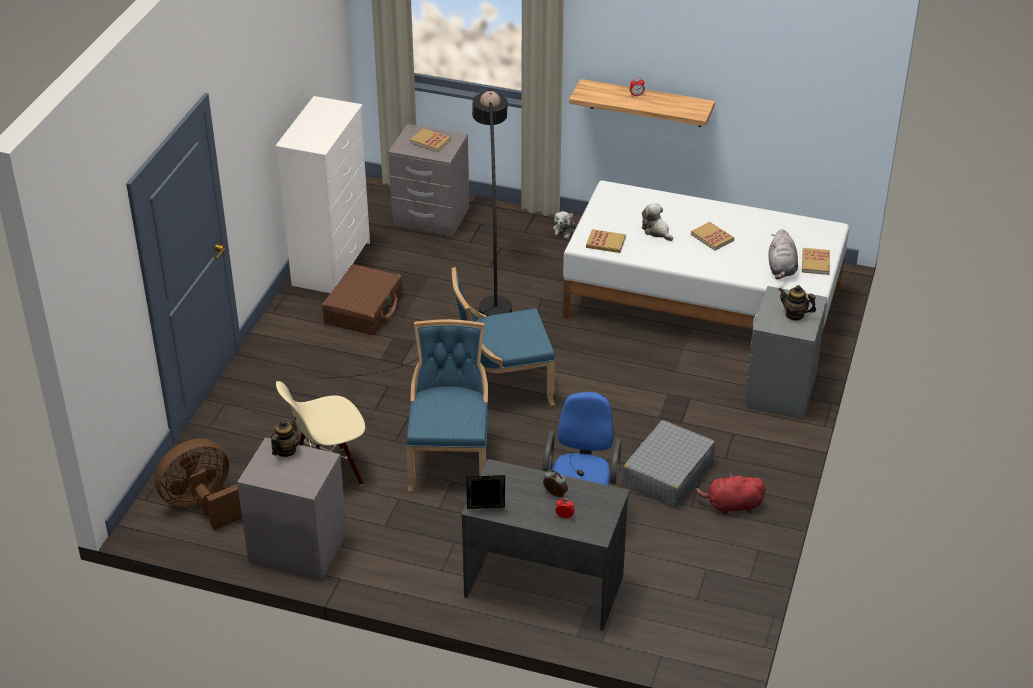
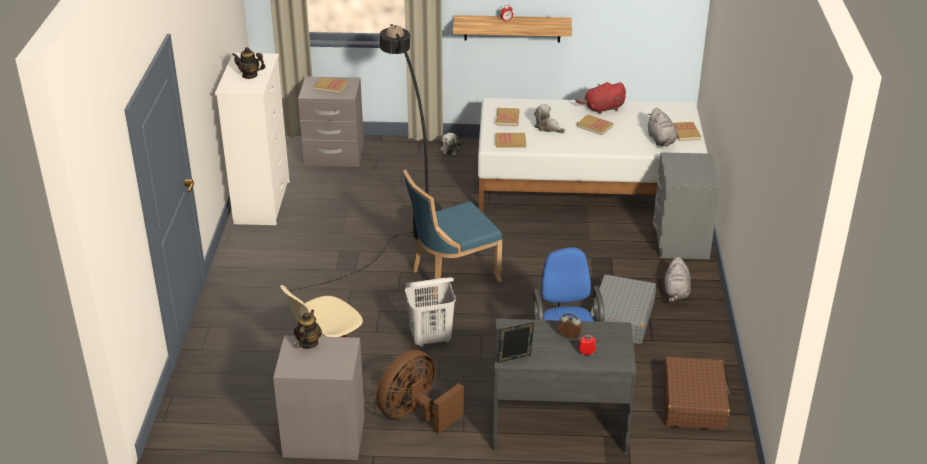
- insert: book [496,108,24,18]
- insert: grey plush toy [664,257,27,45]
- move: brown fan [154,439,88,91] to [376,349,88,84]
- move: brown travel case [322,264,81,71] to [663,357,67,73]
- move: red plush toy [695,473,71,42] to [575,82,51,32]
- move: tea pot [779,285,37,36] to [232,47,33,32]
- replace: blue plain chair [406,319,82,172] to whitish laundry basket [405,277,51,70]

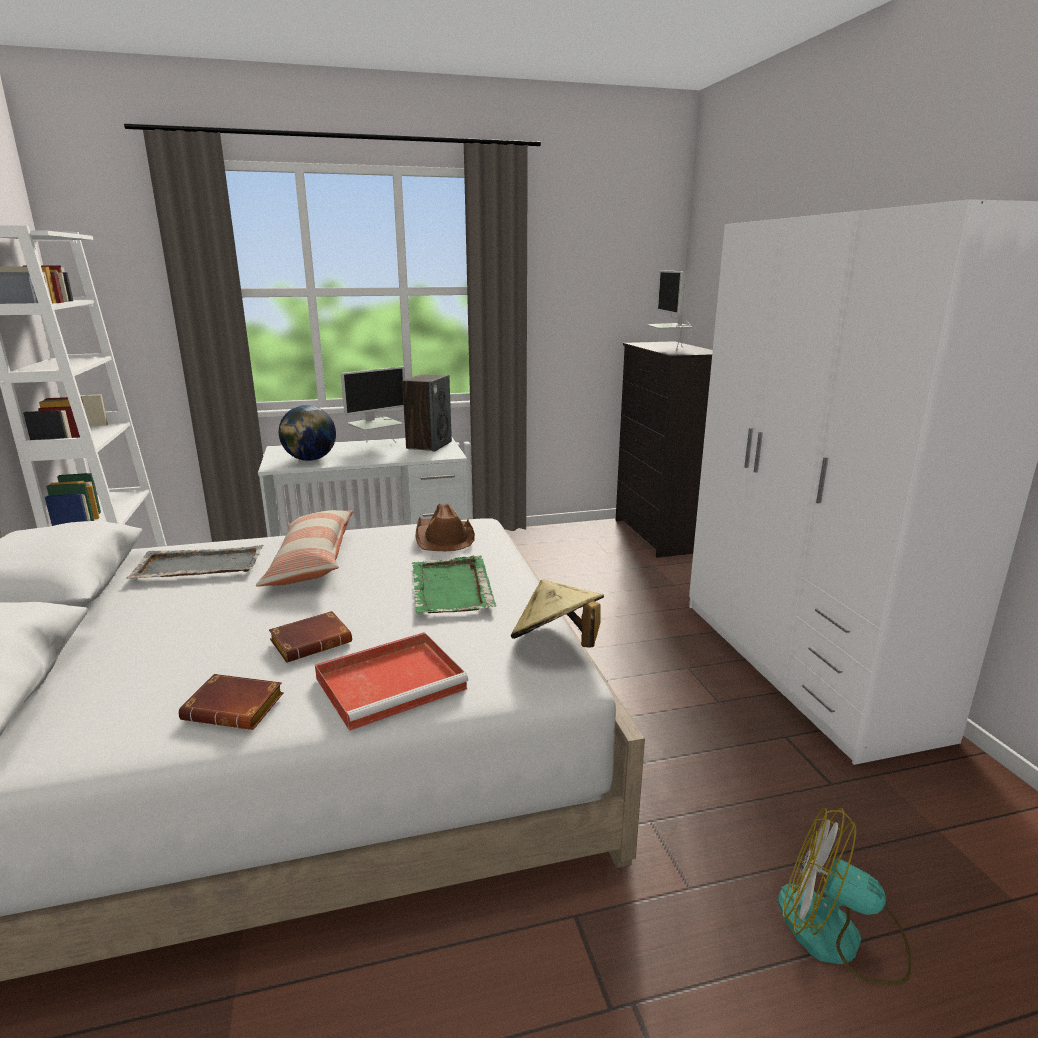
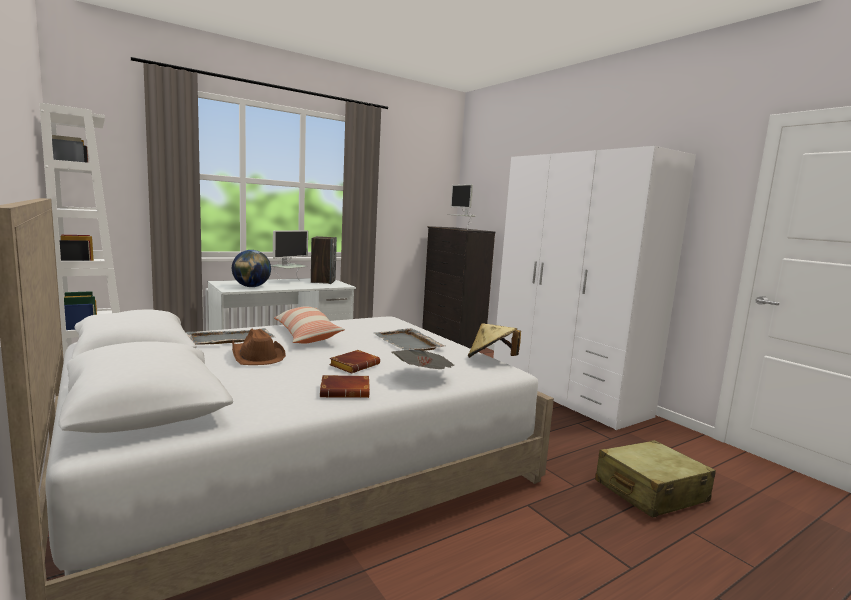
- move: brown clothing hat [415,504,60,47] to [232,329,54,36]
- replace: red tray [315,632,154,99] to newspaper [391,350,63,19]
- replace: fan [778,808,134,177] to sand-coloured travel case [595,440,121,78]
- recolor: greenish tray [412,555,84,58] to grey tray [375,328,70,23]

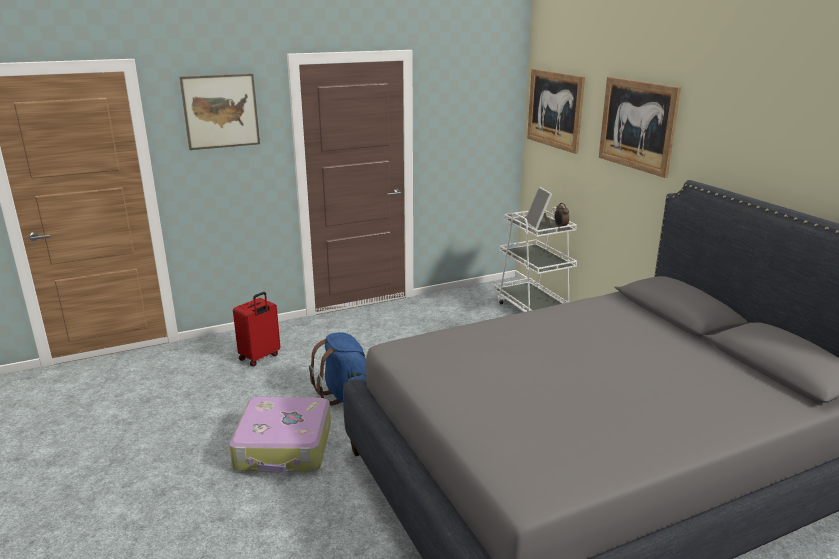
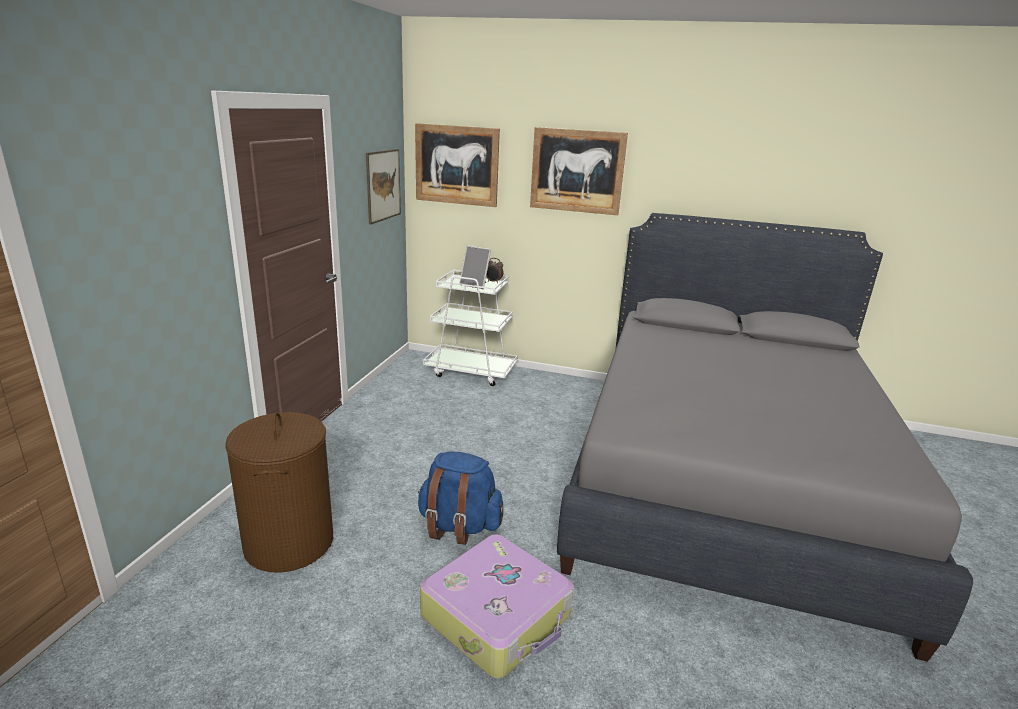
- move: wall art [180,74,80,76] to [366,149,35,76]
- replace: red travel case [233,292,47,74] to brown laundry basket [225,412,108,160]

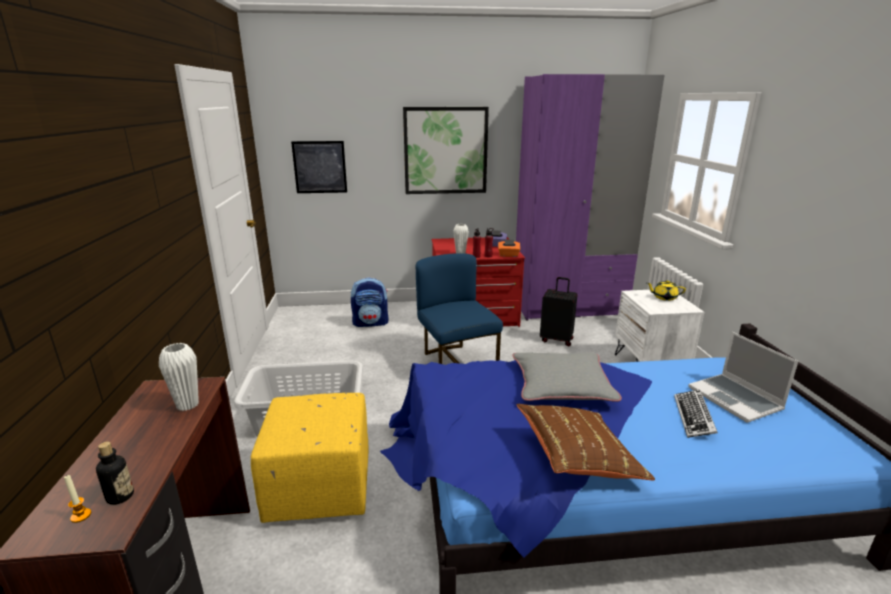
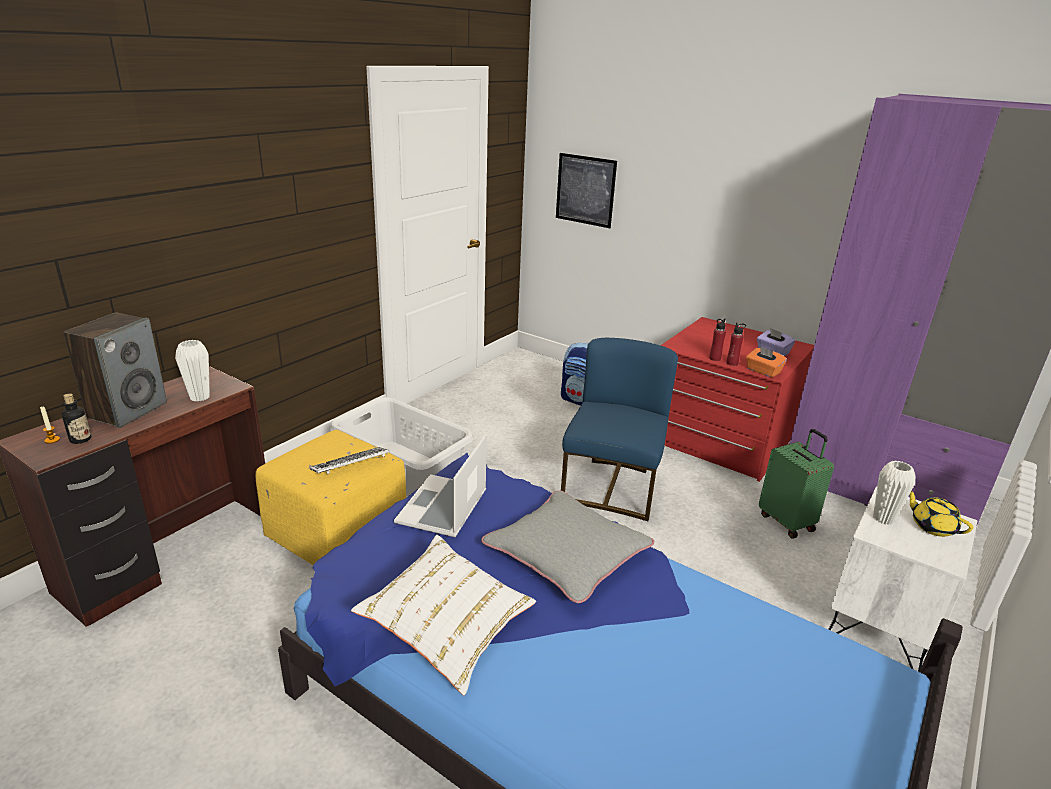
- delete: wall art [403,107,86,87]
- insert: audio speaker [63,312,104,116]
- move: whitish vase [453,224,16,29] to [873,460,42,65]
- move: PC keyboard [674,390,44,48] to [310,447,80,27]
- move: notebook computer [688,332,110,91] to [394,434,93,103]
- recolor: brown throw pillow [517,404,138,76] to whitish throw pillow [351,535,185,160]
- recolor: black travel case [540,277,37,69] to greenish travel case [759,429,75,110]

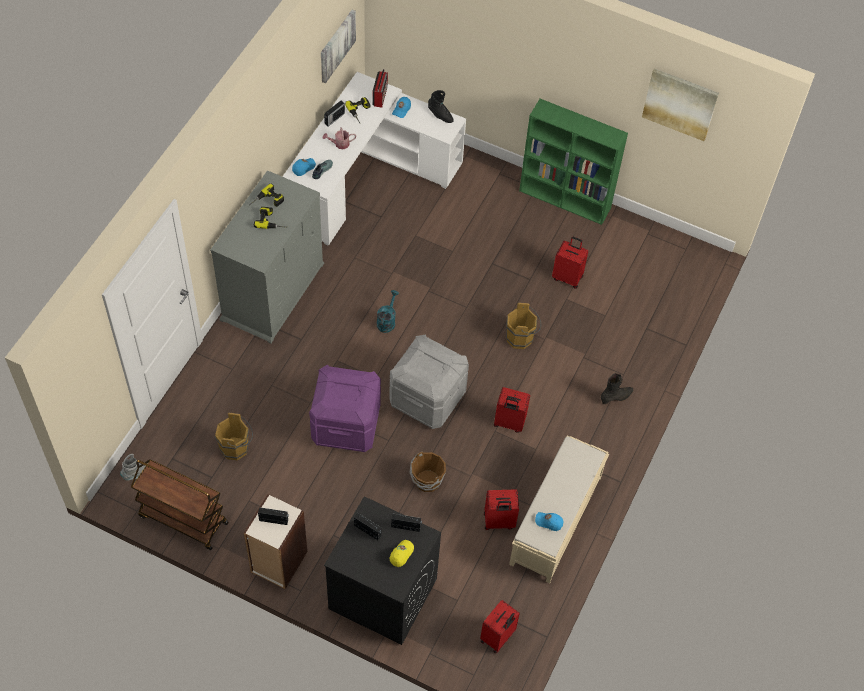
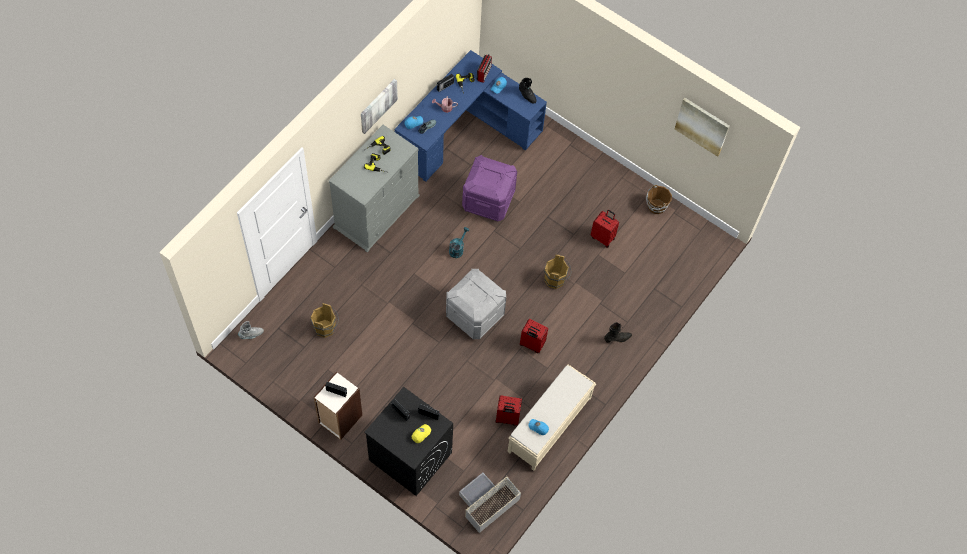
- delete: brown wheeled cart [131,459,98,91]
- delete: greenish bookshelf [519,99,109,126]
- move: purple-coloured storage bin [309,365,72,87] to [462,155,55,67]
- move: wall art [321,10,35,74] to [361,79,37,55]
- move: brown bucket [410,452,36,40] to [646,185,26,29]
- replace: red travel case [480,600,40,54] to grey storage bin [459,473,62,60]
- recolor: whitish desk table [282,72,184,174] to blue desk table [394,50,153,132]

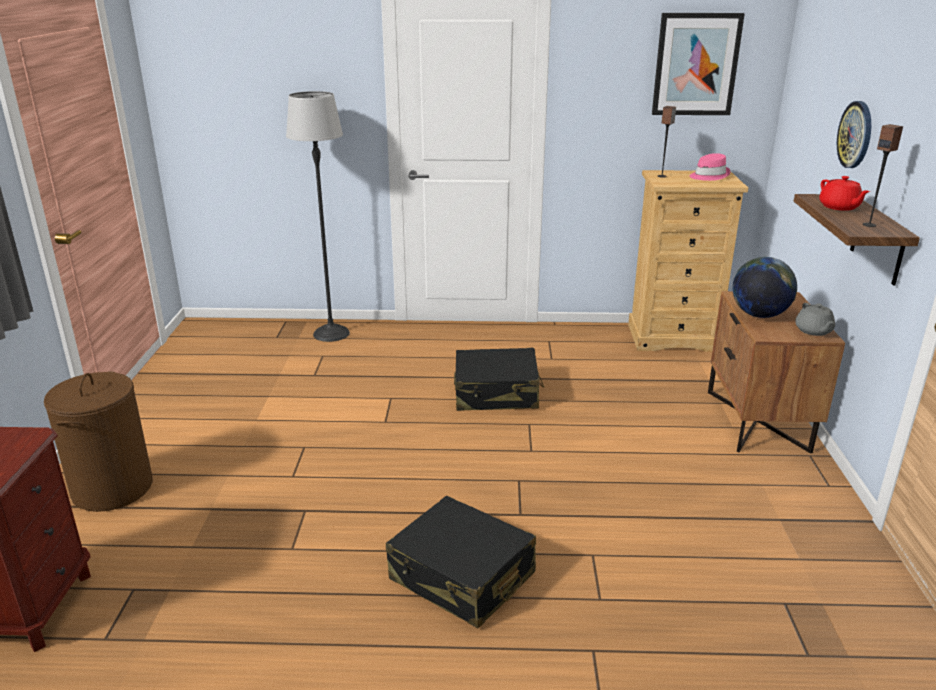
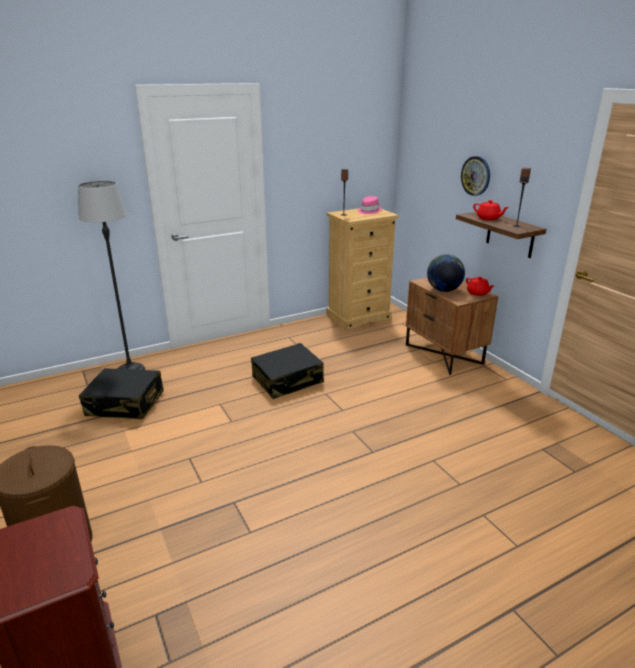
- delete: wall art [652,13,93,102]
- move: black travel case [386,495,150,133] to [79,368,85,51]
- recolor: grey tea pot [795,303,40,33] to red tea pot [466,277,28,19]

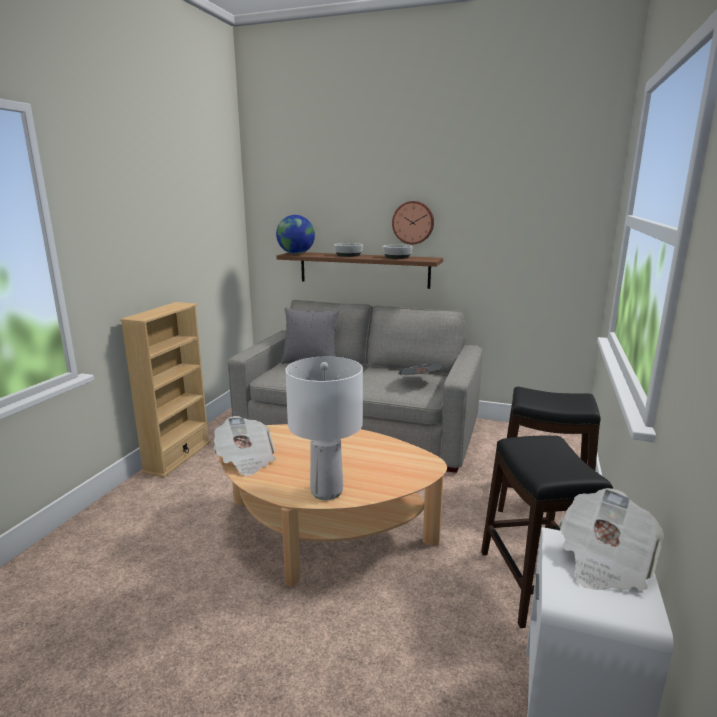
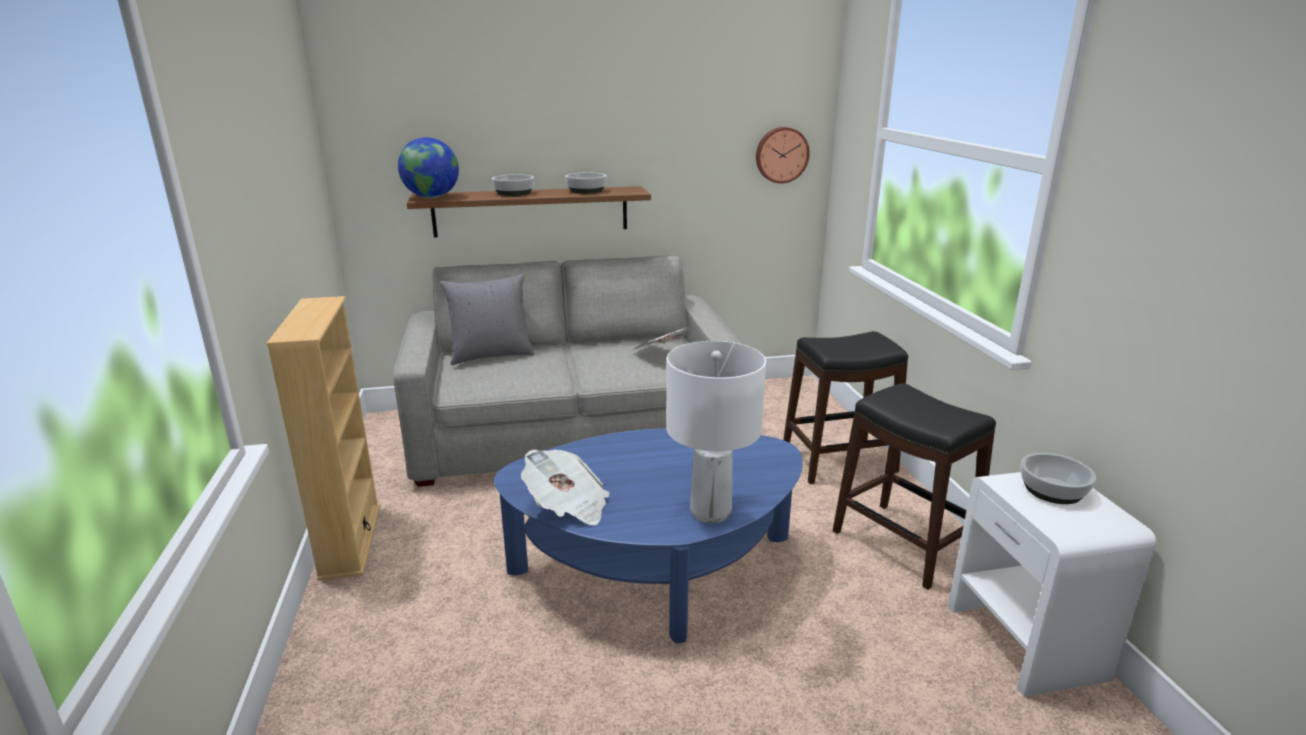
- move: hanging clock [392,201,42,43] to [756,127,54,57]
- replace: newspaper [559,488,105,103] to bowl [1020,453,76,51]
- recolor: sand-coloured coffee table [218,424,229,163] to blue coffee table [494,428,309,216]

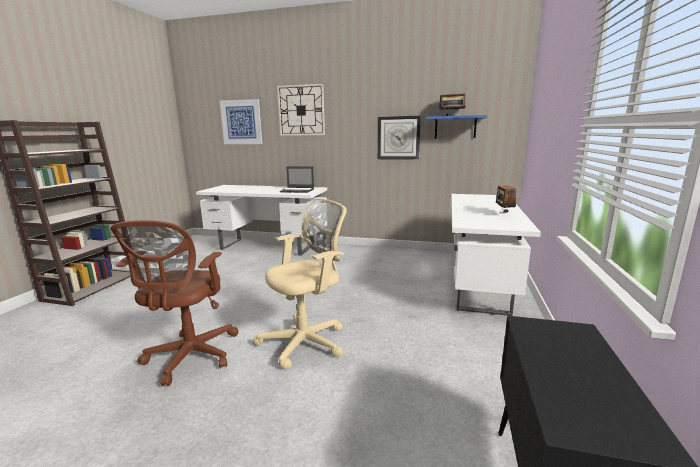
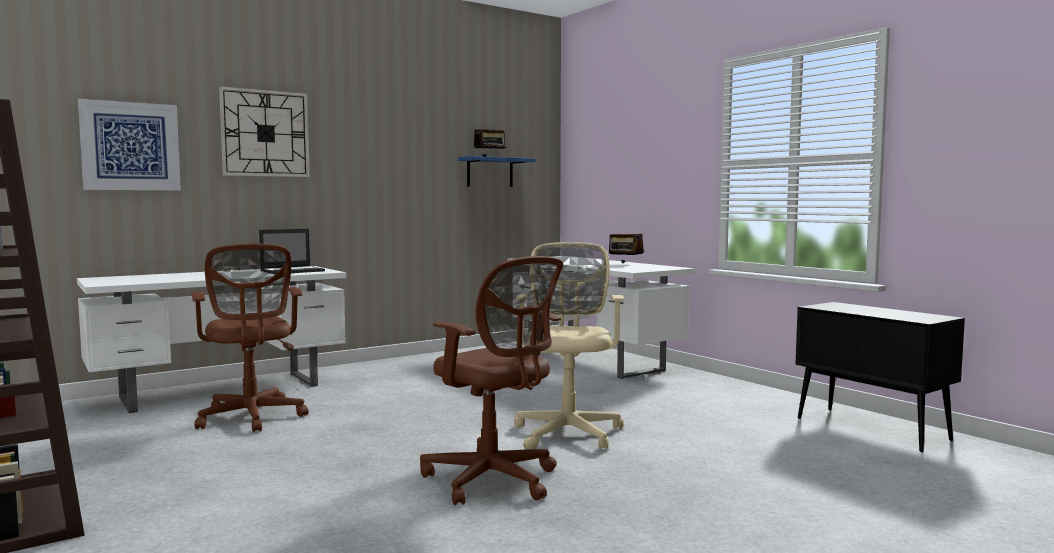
- delete: hanging clock [378,116,43,44]
- insert: brown computer chair [191,244,117,188]

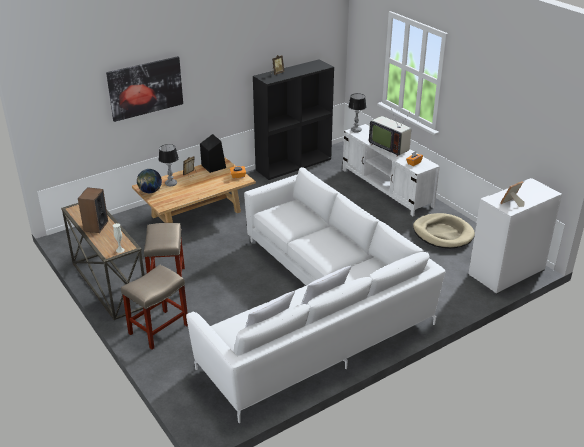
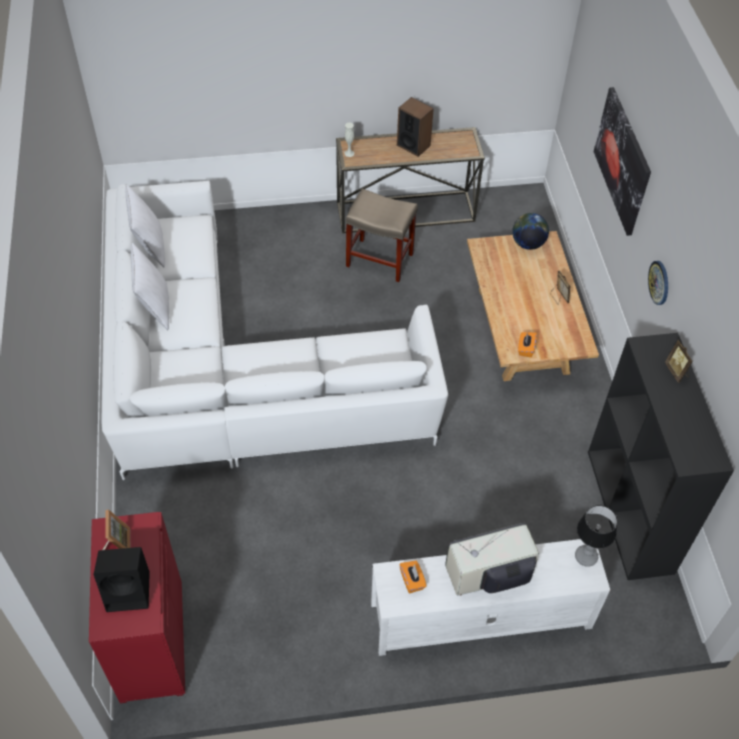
- delete: sand-coloured stool seat [121,265,67,85]
- delete: lamp for a table [158,144,21,42]
- delete: sand-coloured pet bed [413,213,62,36]
- insert: hanging clock [648,261,20,44]
- move: black audio speaker [200,134,26,39] to [93,547,57,65]
- recolor: whitish cupboard [468,178,94,117] to red cupboard [89,512,96,191]

